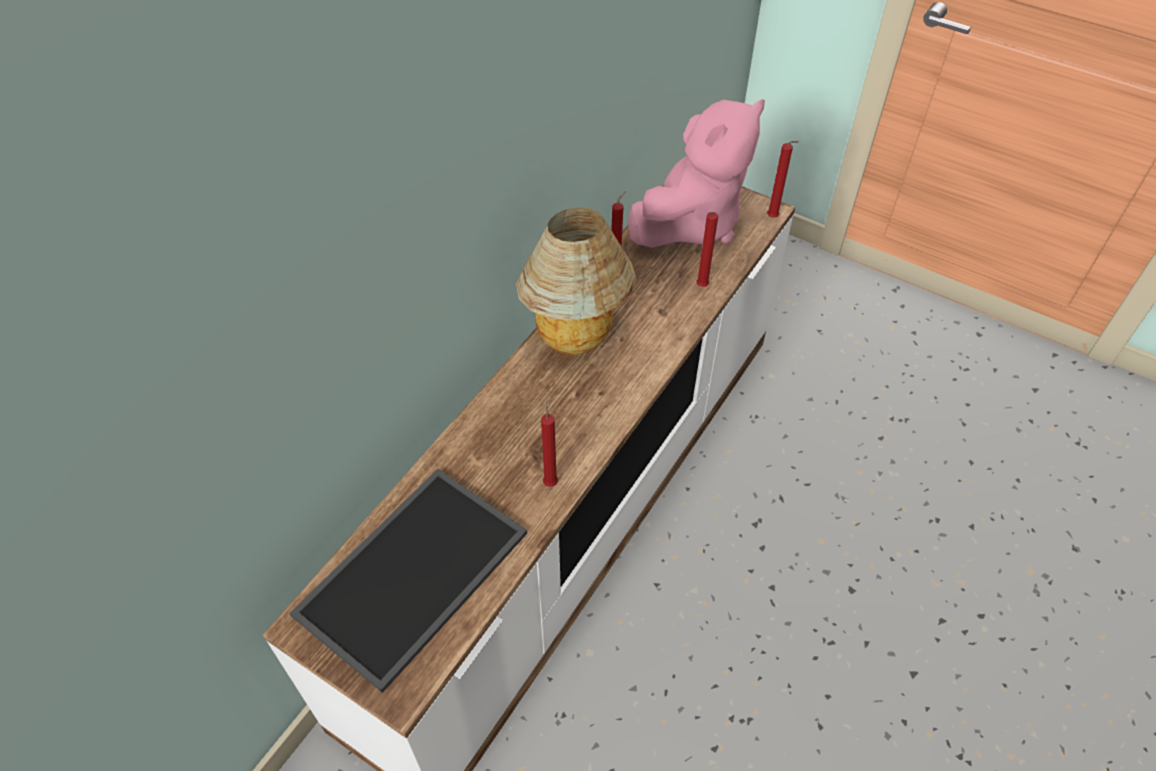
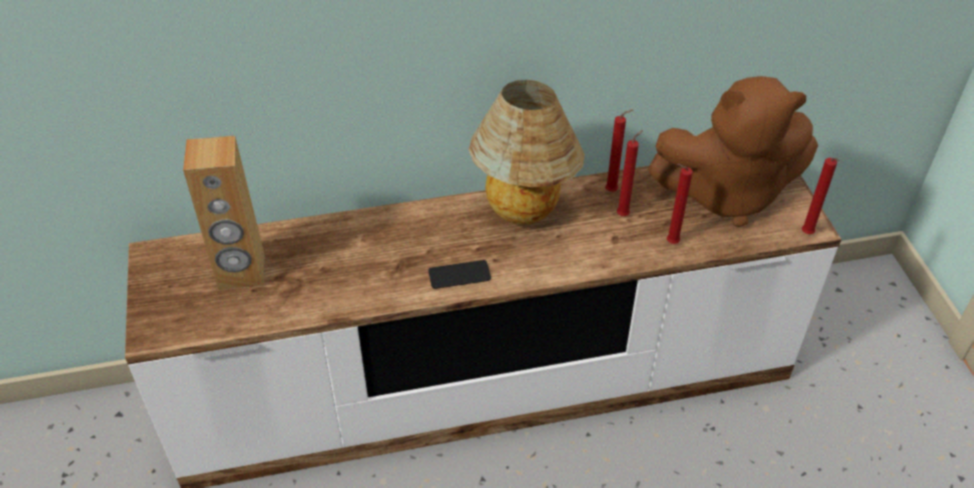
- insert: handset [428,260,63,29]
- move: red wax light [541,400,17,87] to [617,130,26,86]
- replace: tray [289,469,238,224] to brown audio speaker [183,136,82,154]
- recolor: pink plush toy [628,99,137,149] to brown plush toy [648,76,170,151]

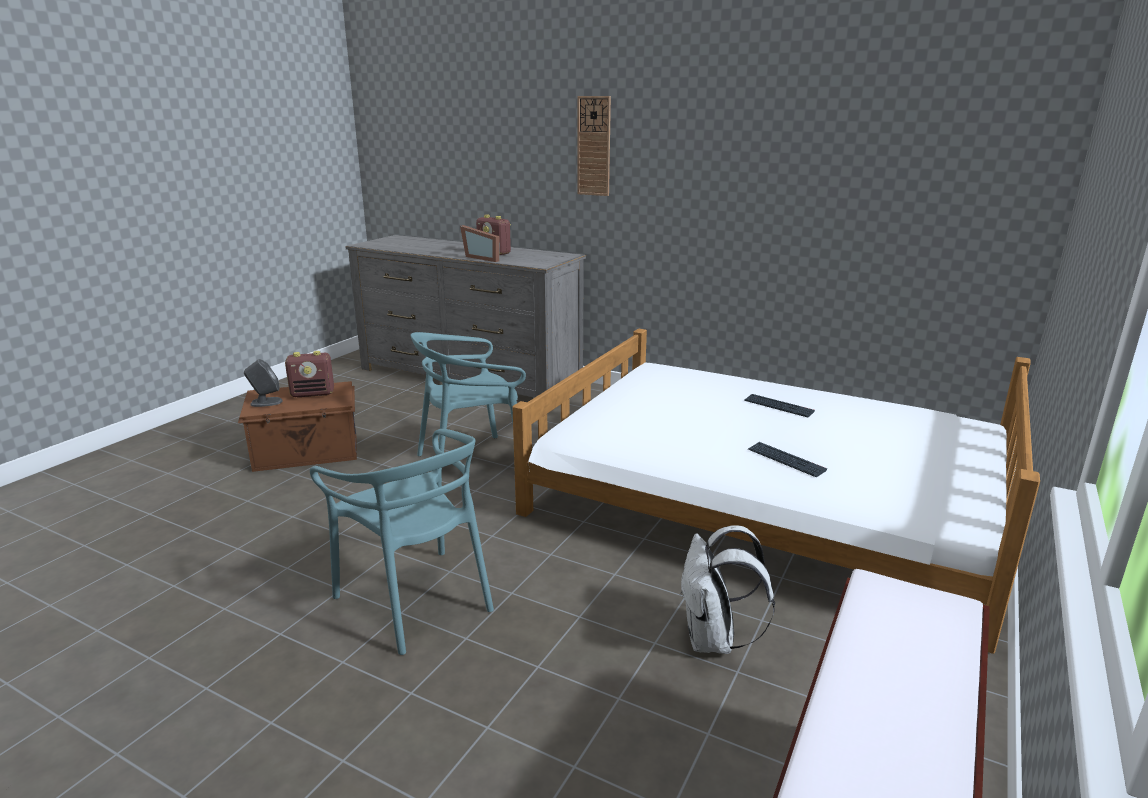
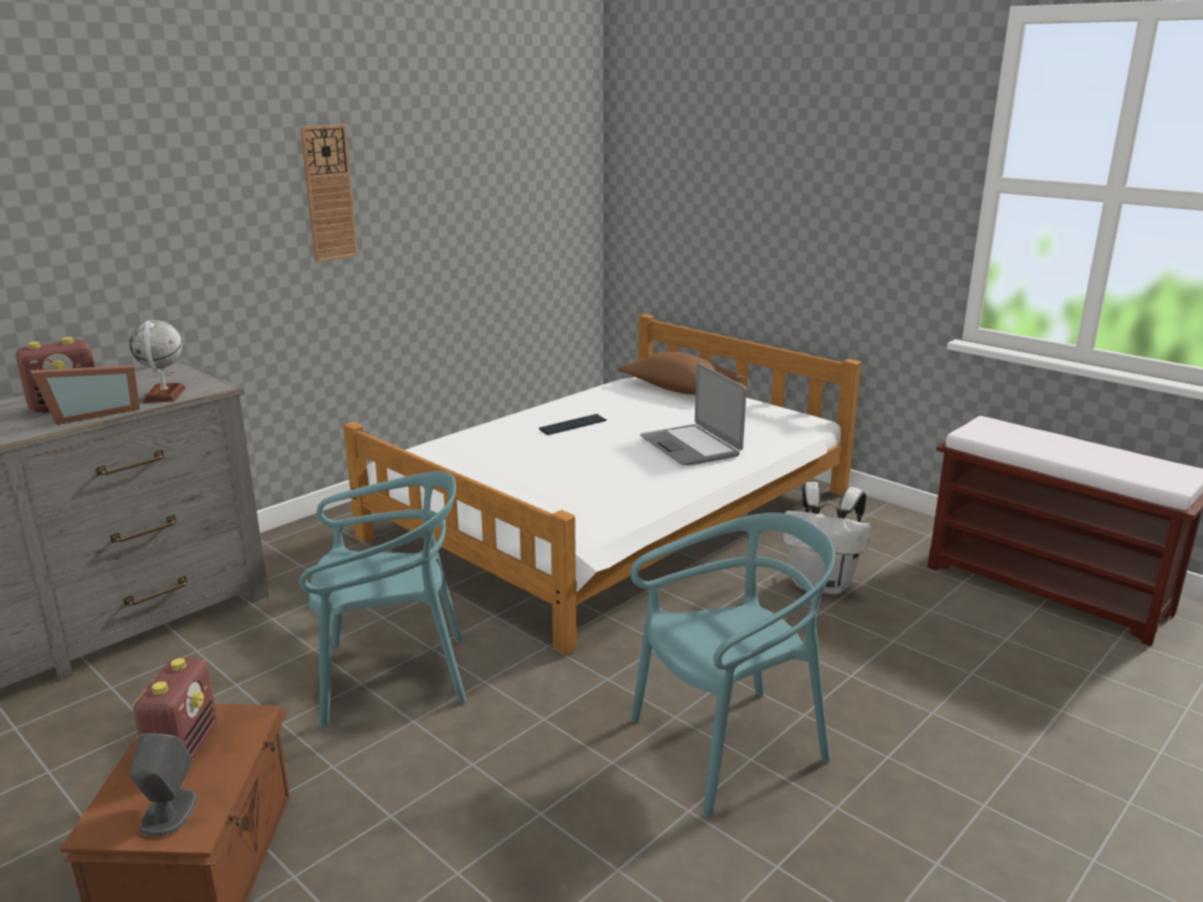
- insert: world globe [129,320,57,83]
- insert: brown throw pillow [618,351,126,44]
- move: hanging clock [577,96,34,100] to [300,124,58,139]
- replace: PC keyboard [748,442,79,35] to notebook computer [640,363,107,102]
- rotate: blue-green plain chair [411,332,115,141] = [299,471,168,256] 90 degrees counterclockwise

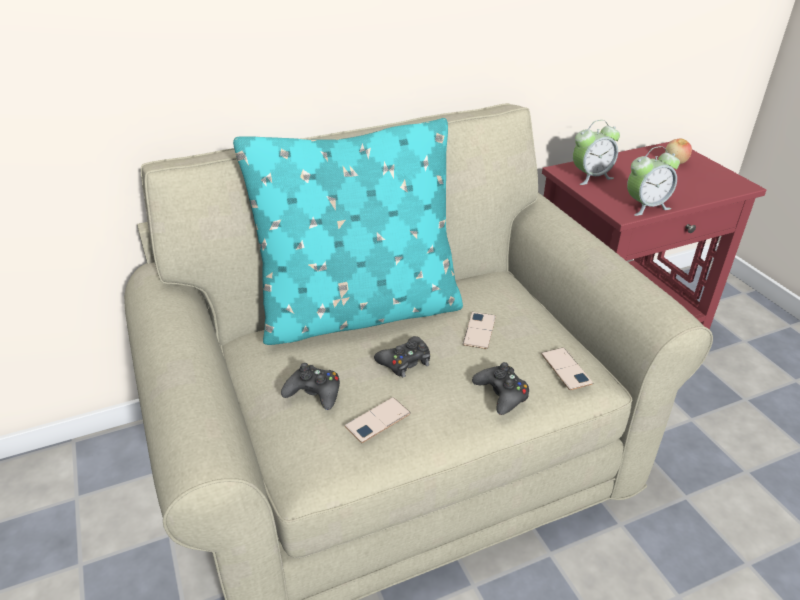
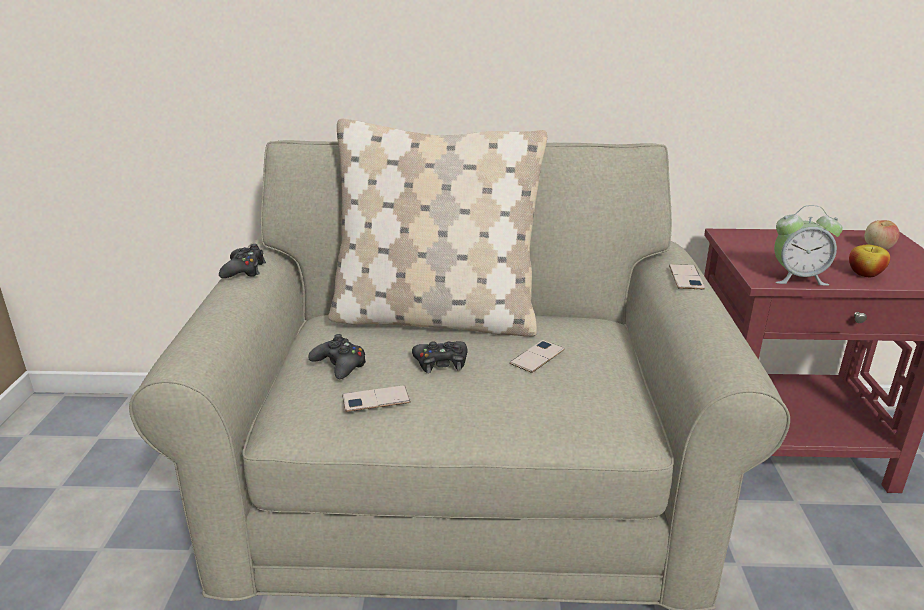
- delete: bedside clock [573,120,47,65]
- insert: apple fruit [849,245,41,32]
- move: black joypad [472,362,57,53] to [219,244,47,34]
- move: handset [541,347,52,43] to [669,264,36,26]
- recolor: blue-green throw pillow [233,118,230,227] to sand-coloured throw pillow [328,119,219,218]

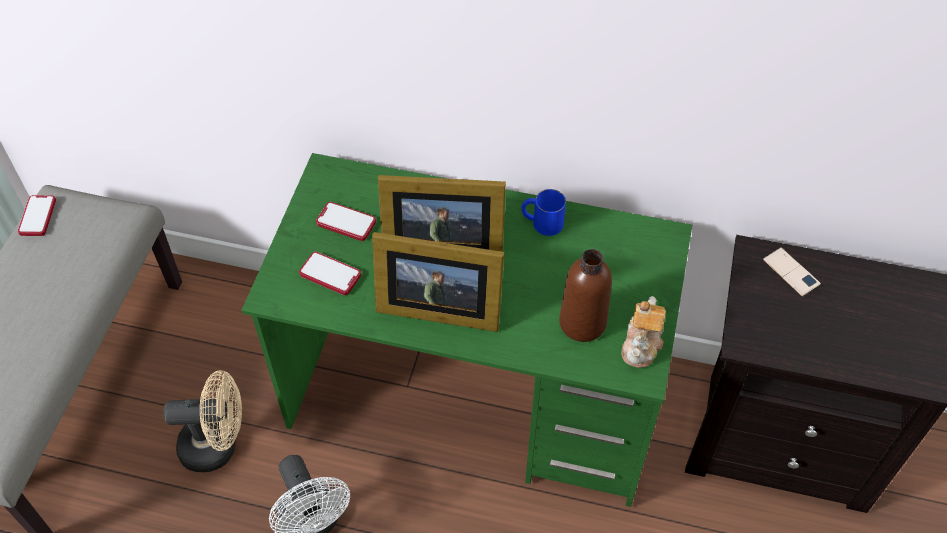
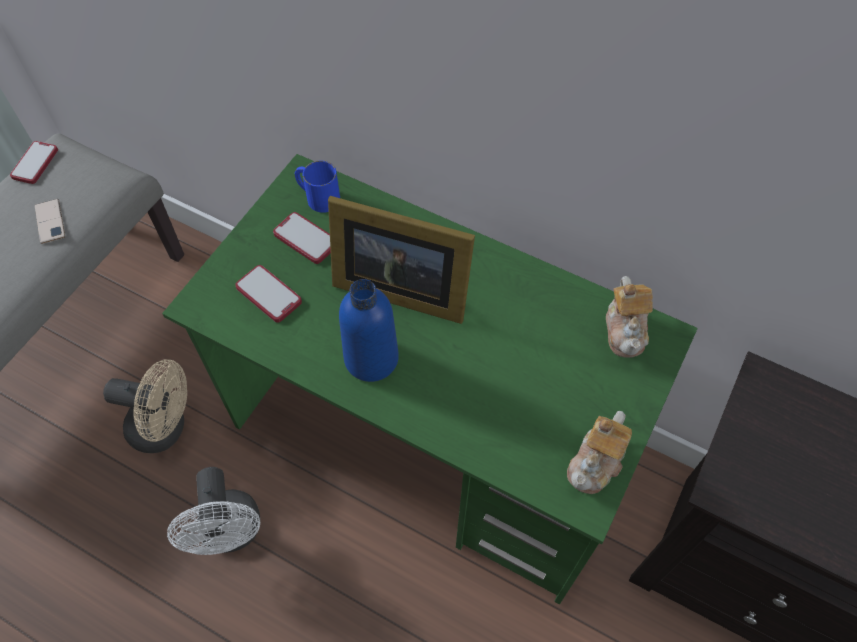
- delete: brown bottle [559,249,53,93]
- insert: tea pot [606,276,47,82]
- move: blue coffee mug [521,189,45,47] to [295,161,45,52]
- move: handset [763,247,58,50] to [35,199,30,45]
- replace: picture frame [372,232,132,100] to blue bottle [339,279,60,103]

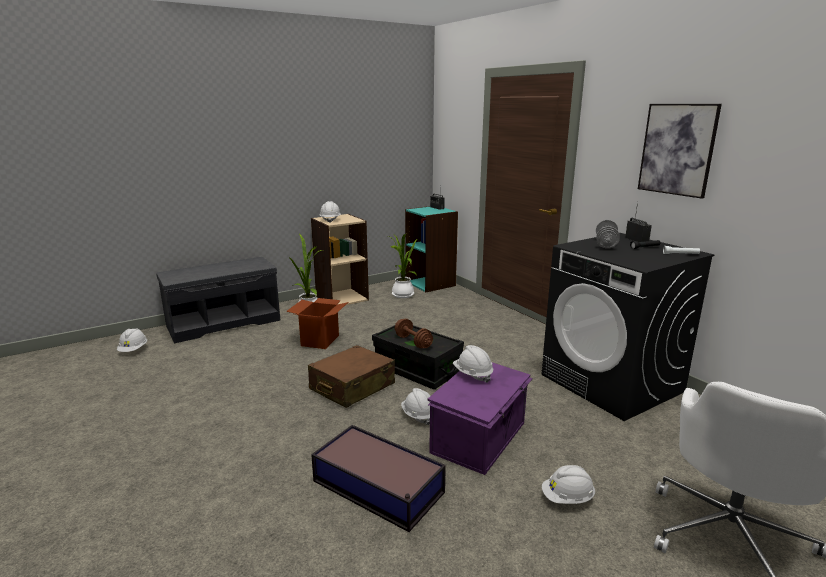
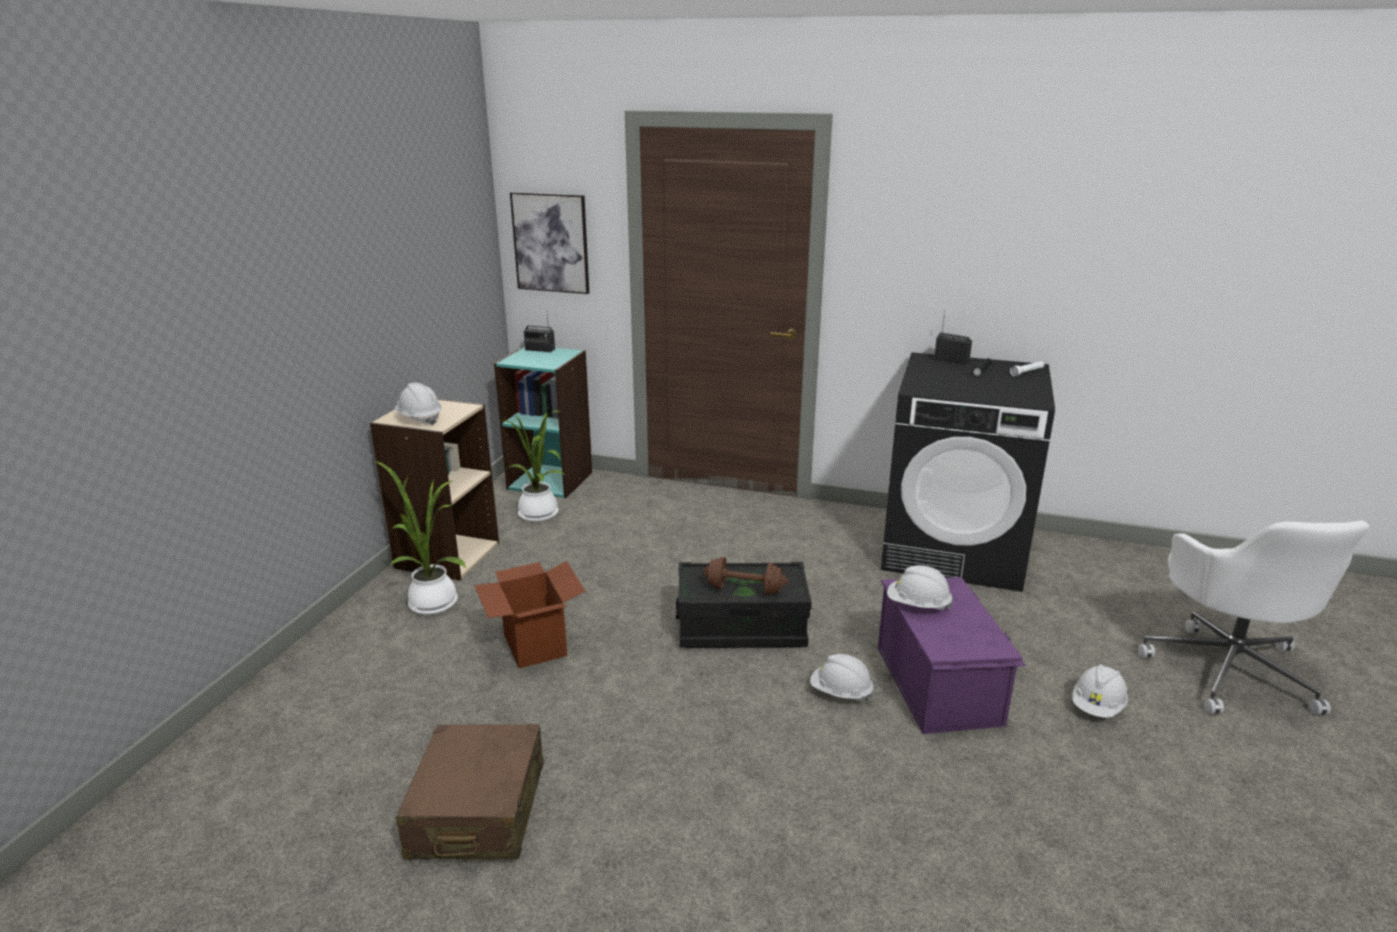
- delete: whitish work helmet [117,329,30,23]
- delete: grey indoor bench [156,257,124,86]
- delete: storage bin [311,425,135,107]
- delete: grey dumbbell [596,220,24,29]
- move: brown travel case [308,345,87,63] to [396,724,148,136]
- move: wall art [638,104,84,95] to [510,192,79,102]

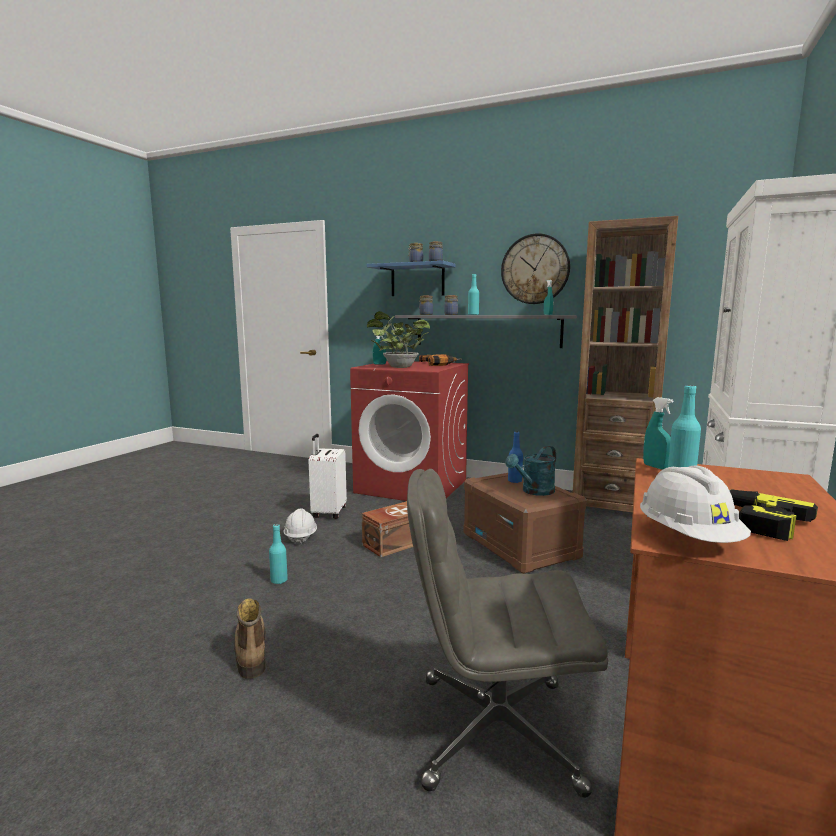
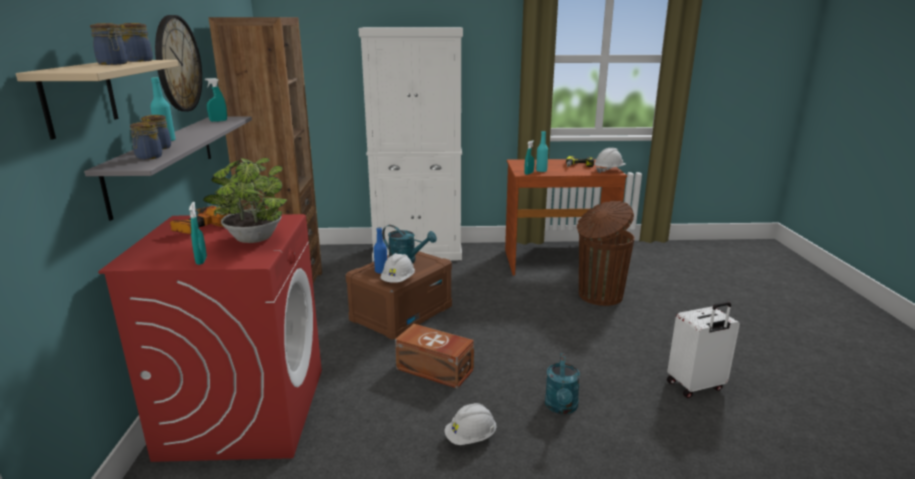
- delete: high-top boot [234,598,32,81]
- insert: whitish work helmet [380,253,35,30]
- move: whitish travel case [308,434,39,85] to [667,302,73,96]
- replace: blue-green bottle [269,524,19,60] to blue-green watering can [545,353,35,61]
- replace: grey computer chair [407,469,201,329] to brown rubbish bin [577,201,58,105]
- recolor: blue shelf [367,261,88,35] to sand-coloured shelf [16,60,163,79]

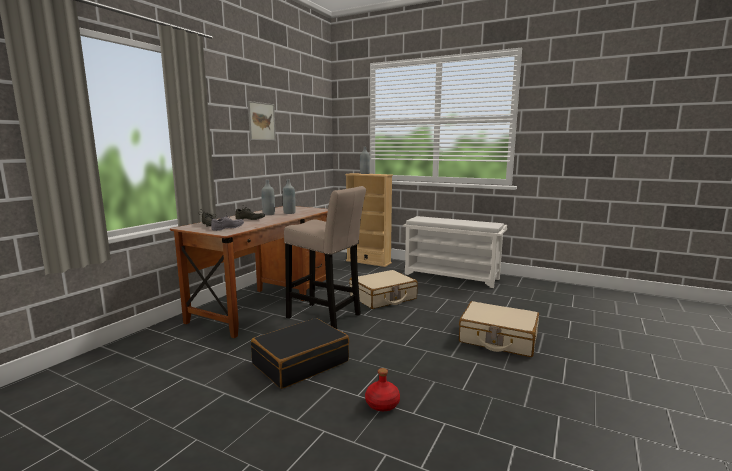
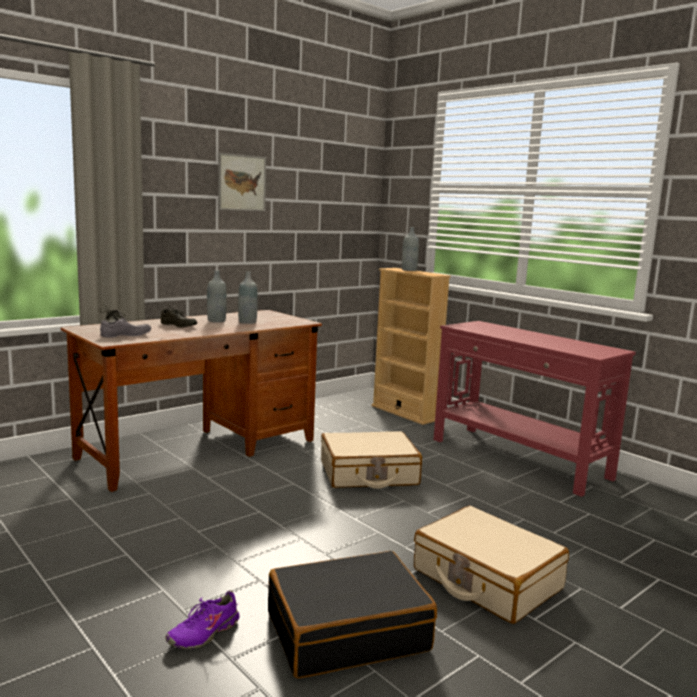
- delete: sand-coloured stool seat [284,186,82,143]
- move: black travel case [251,318,98,71] to [268,551,169,128]
- replace: red bottle [365,368,35,43] to purple-coloured item of footwear [165,590,75,59]
- replace: whitish shoe stand [403,216,104,72] to red console table [434,321,202,176]

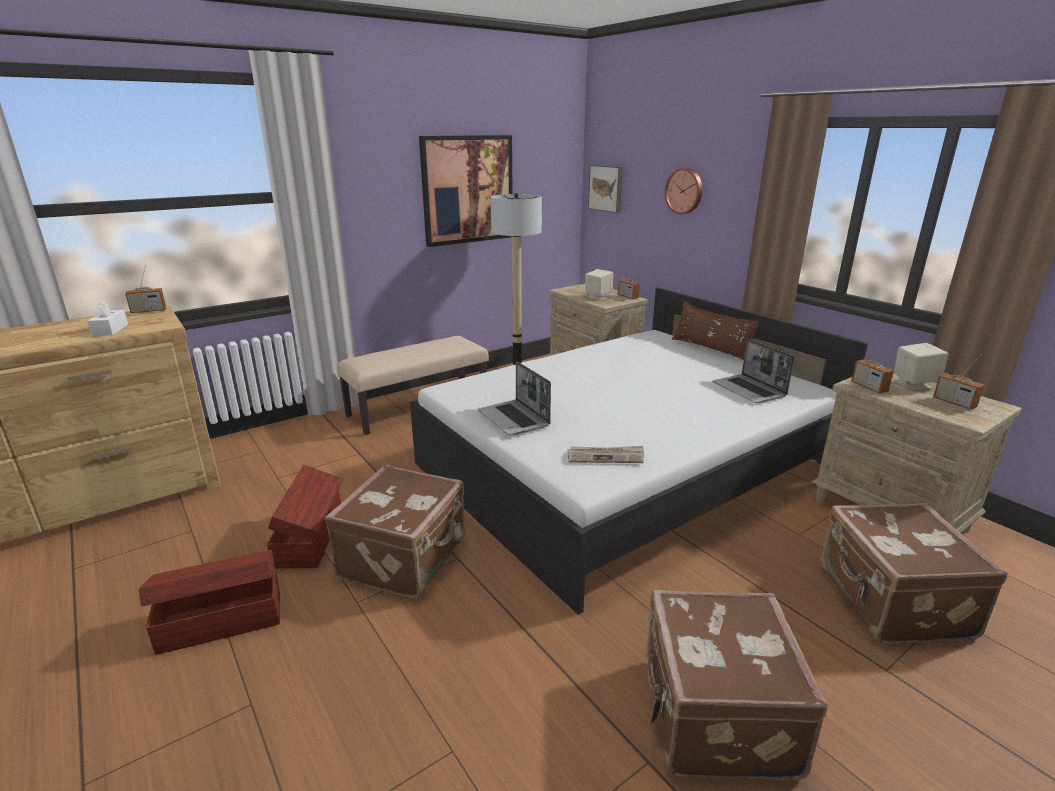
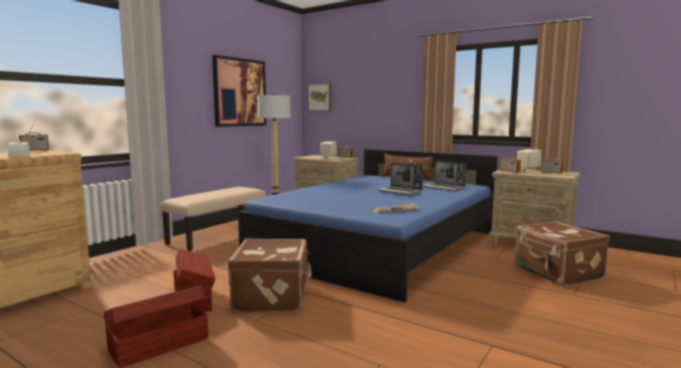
- delete: brown travel case [646,590,182,191]
- delete: hanging clock [665,168,37,46]
- move: notebook computer [478,361,73,74] to [377,163,46,32]
- recolor: whitish bed [410,287,458,328] to blue bed [238,149,260,153]

